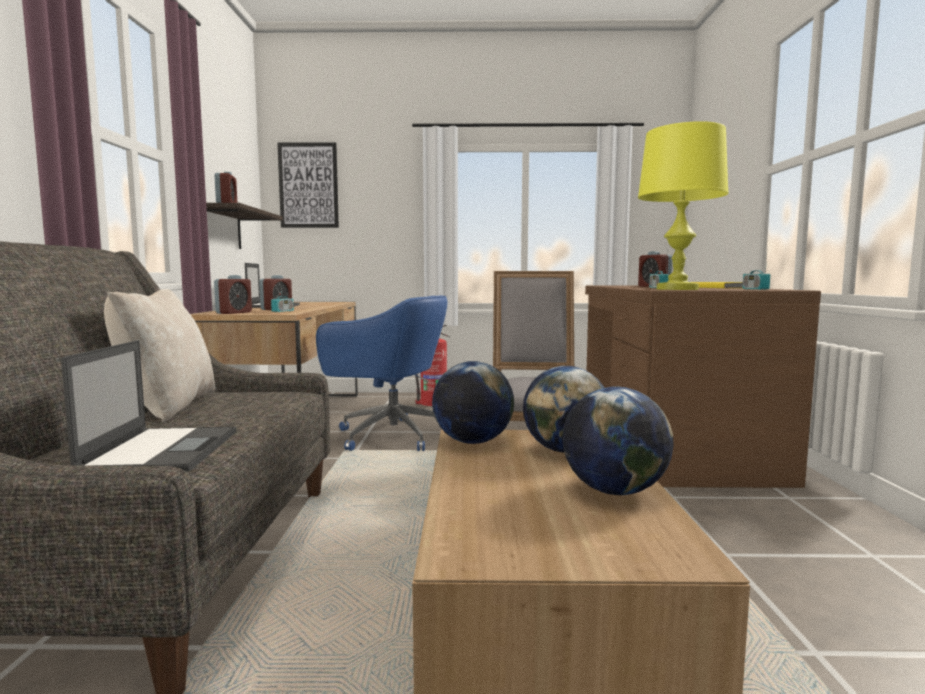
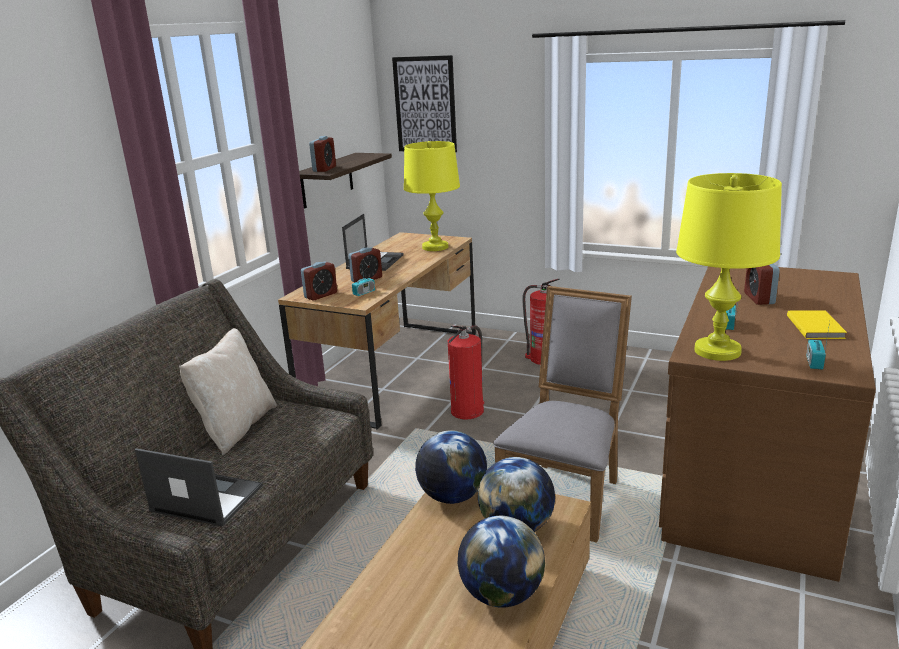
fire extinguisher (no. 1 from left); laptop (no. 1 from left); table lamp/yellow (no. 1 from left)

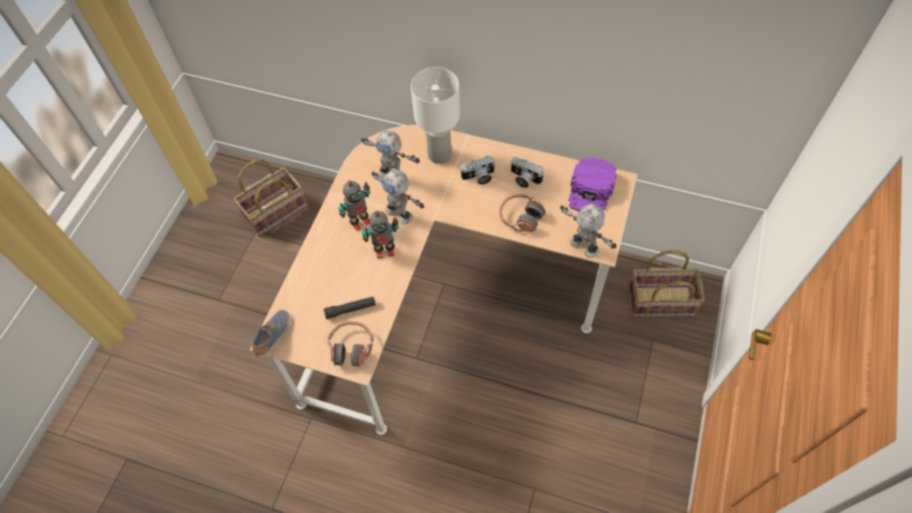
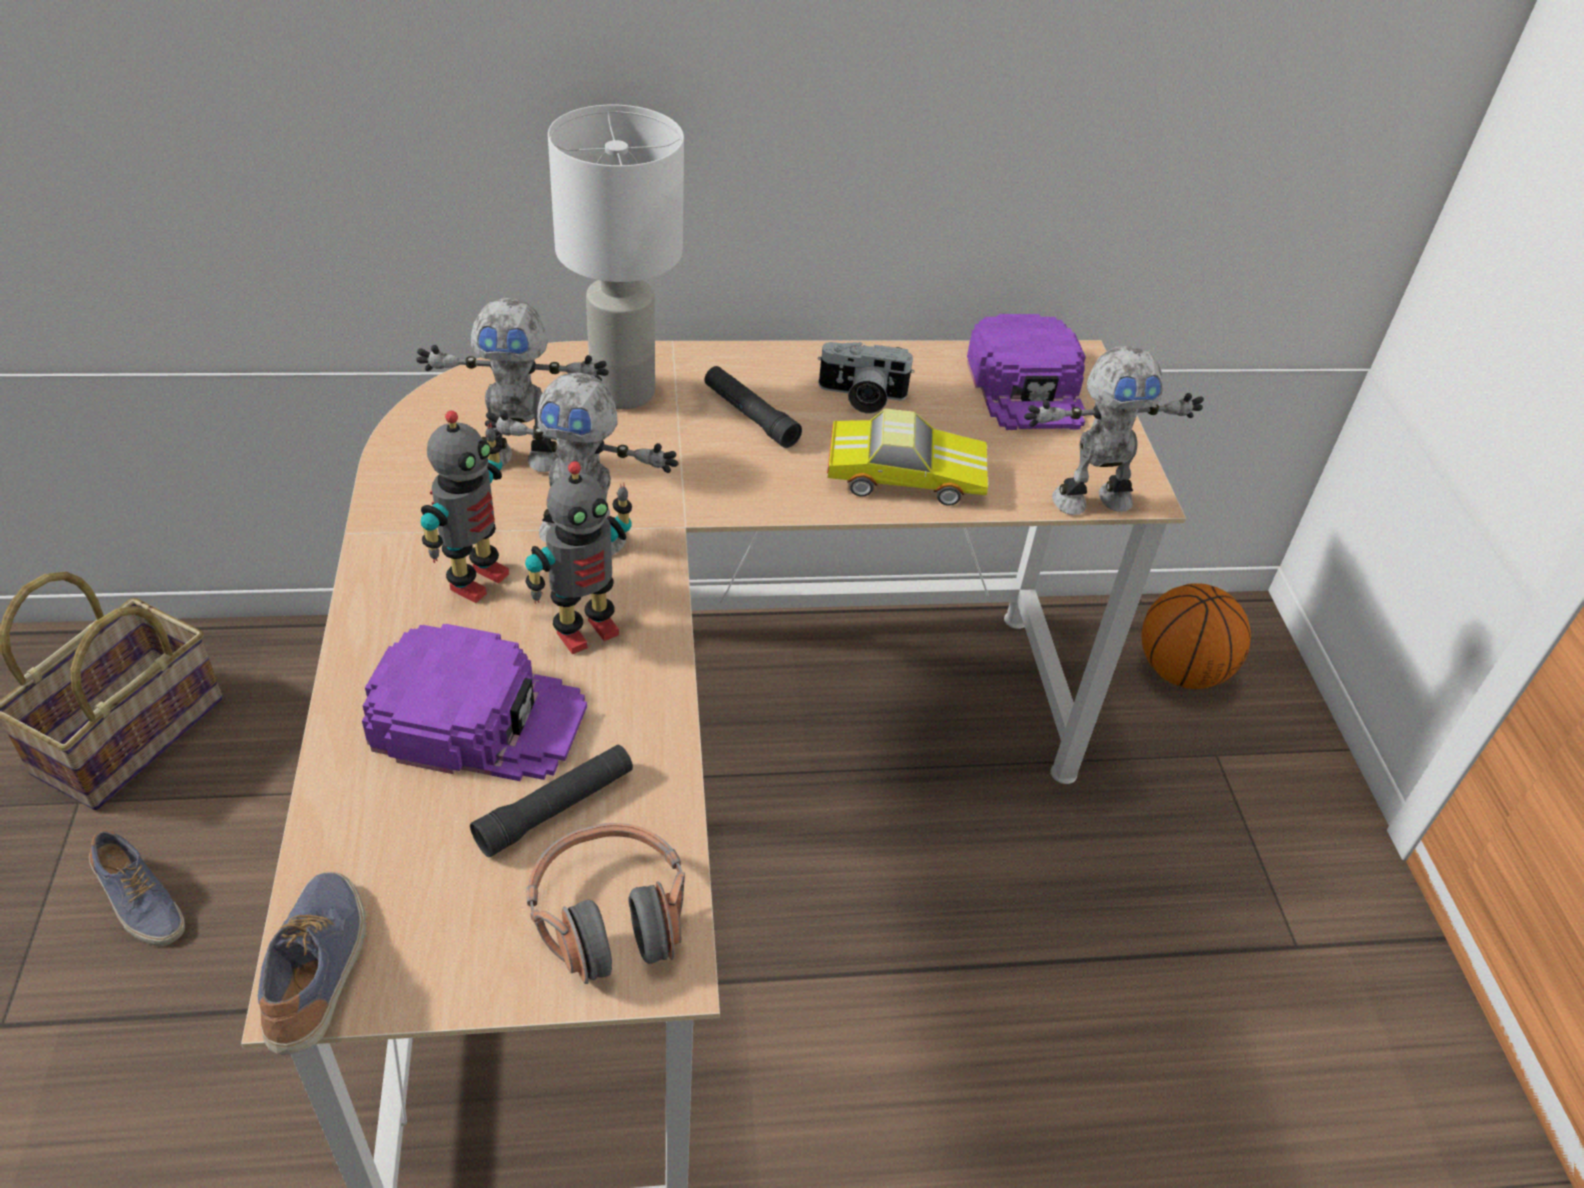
flashlight/black (no. 2 from left); toy car; toy robot (no. 5 from left); basketball; cap/purple (no. 1 from left); shoe (no. 1 from left)

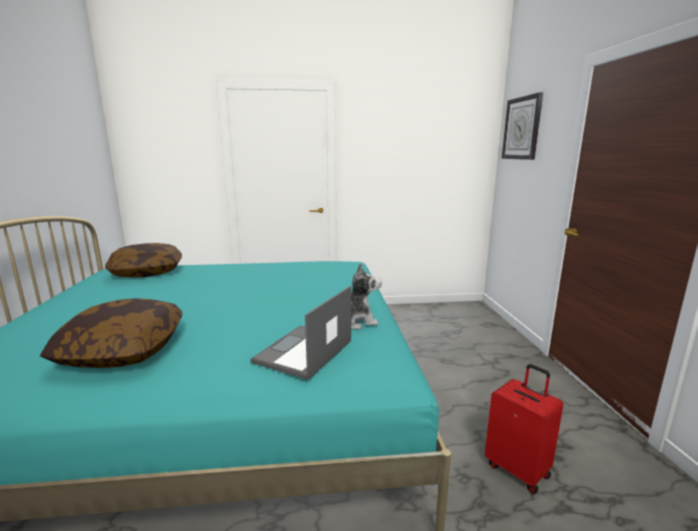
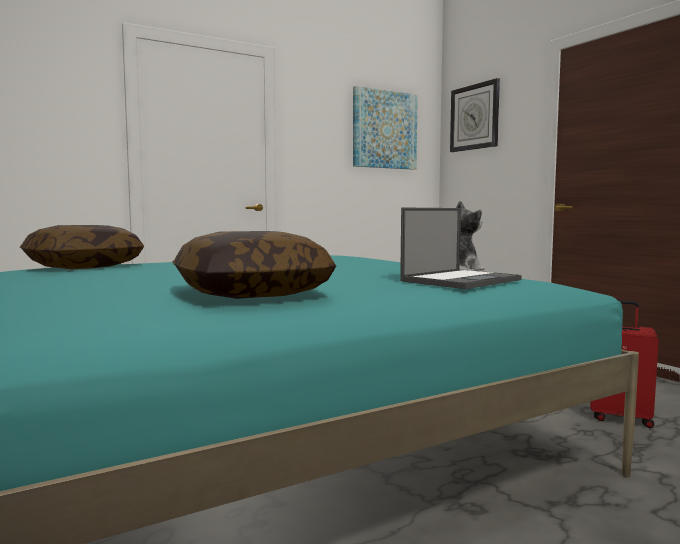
laptop; picture

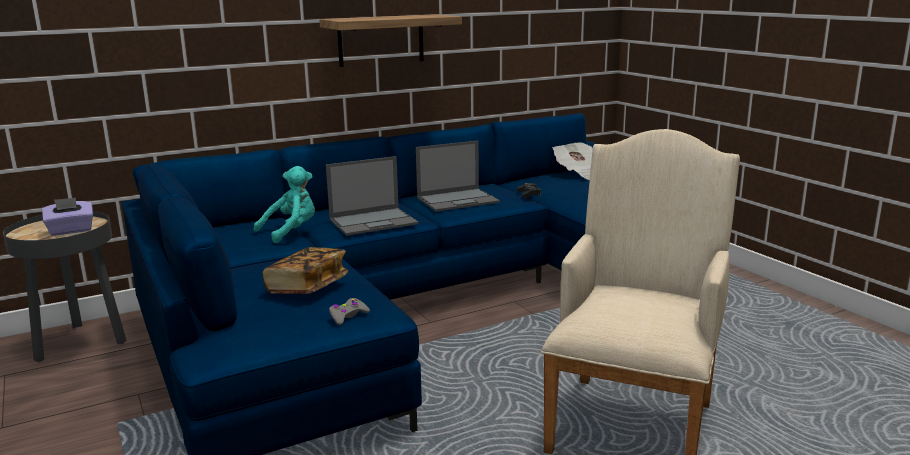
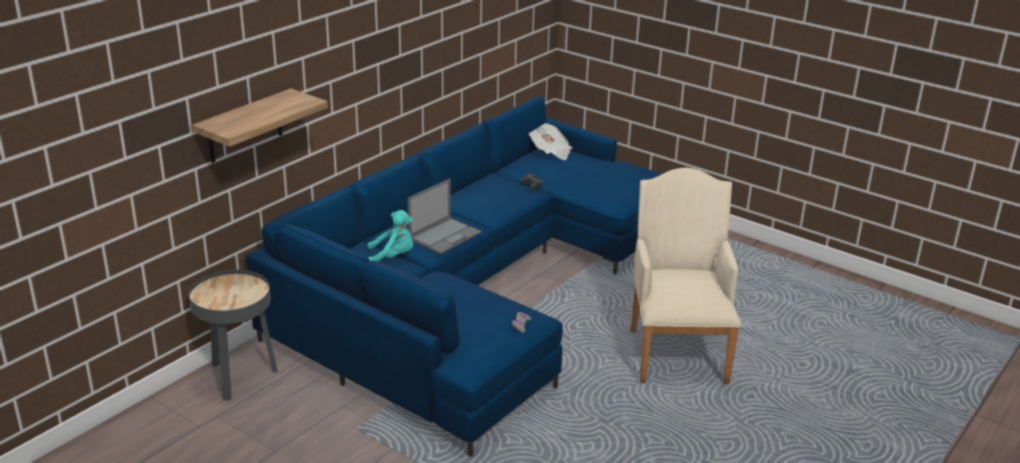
shelf; laptop (no. 2 from left in the first image); plush toy/turquoise; tissue box/purple; book

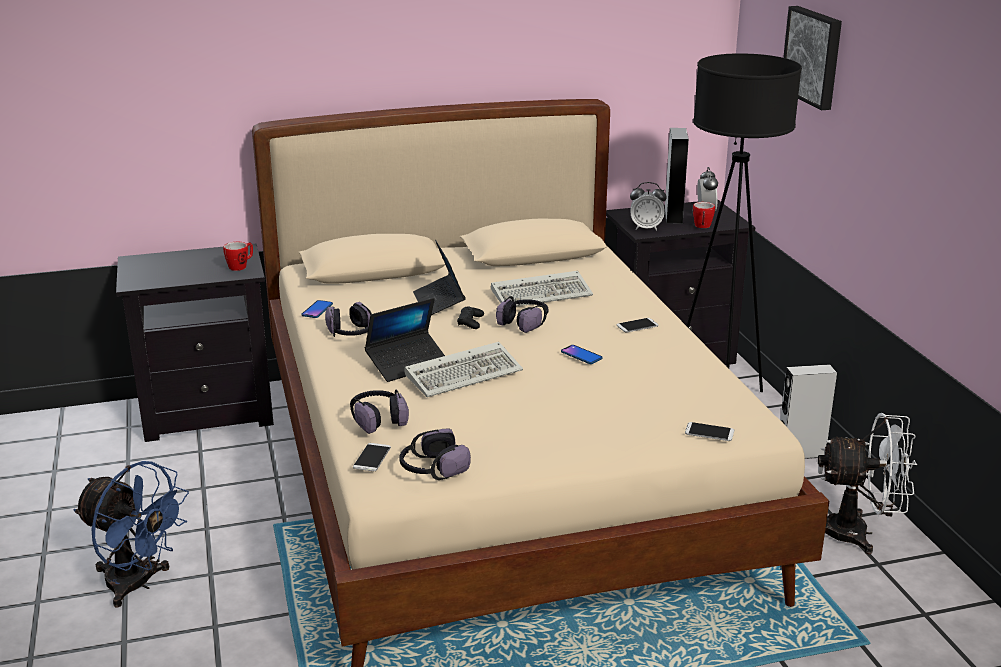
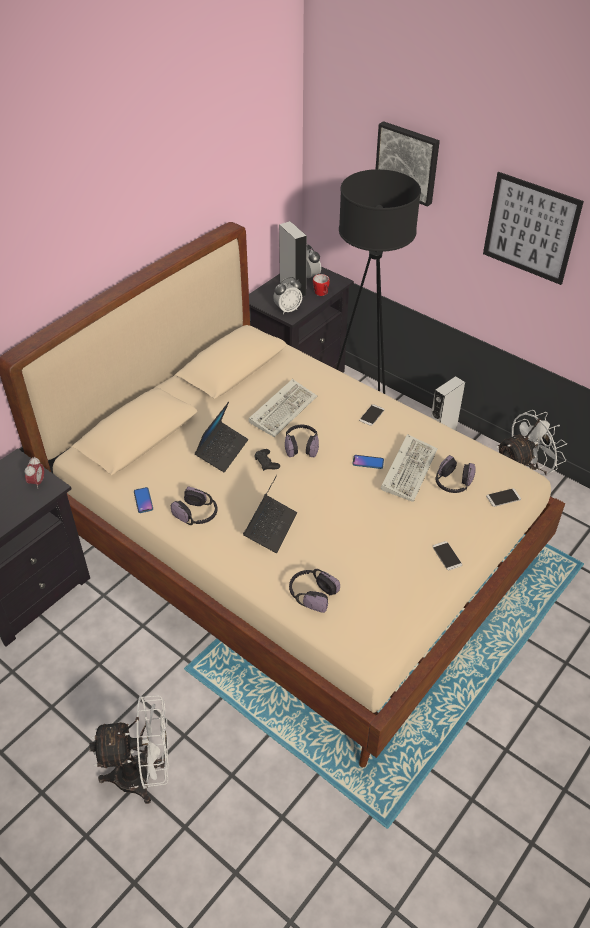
laptop (no. 1 from left); alarm clock (no. 1 from left); keyboard (no. 2 from left); headphones (no. 4 from left); phone (no. 4 from left); fan/white (no. 1 from left); picture (no. 2 from left)

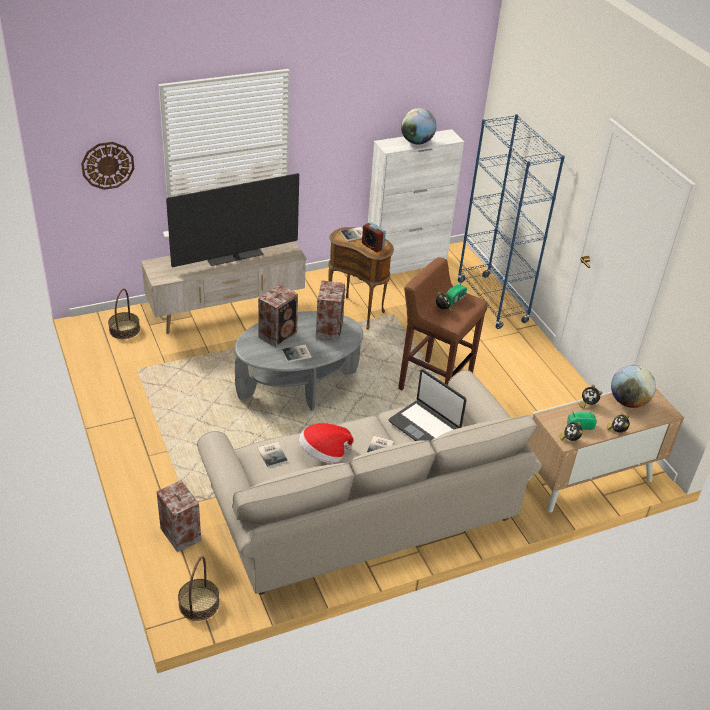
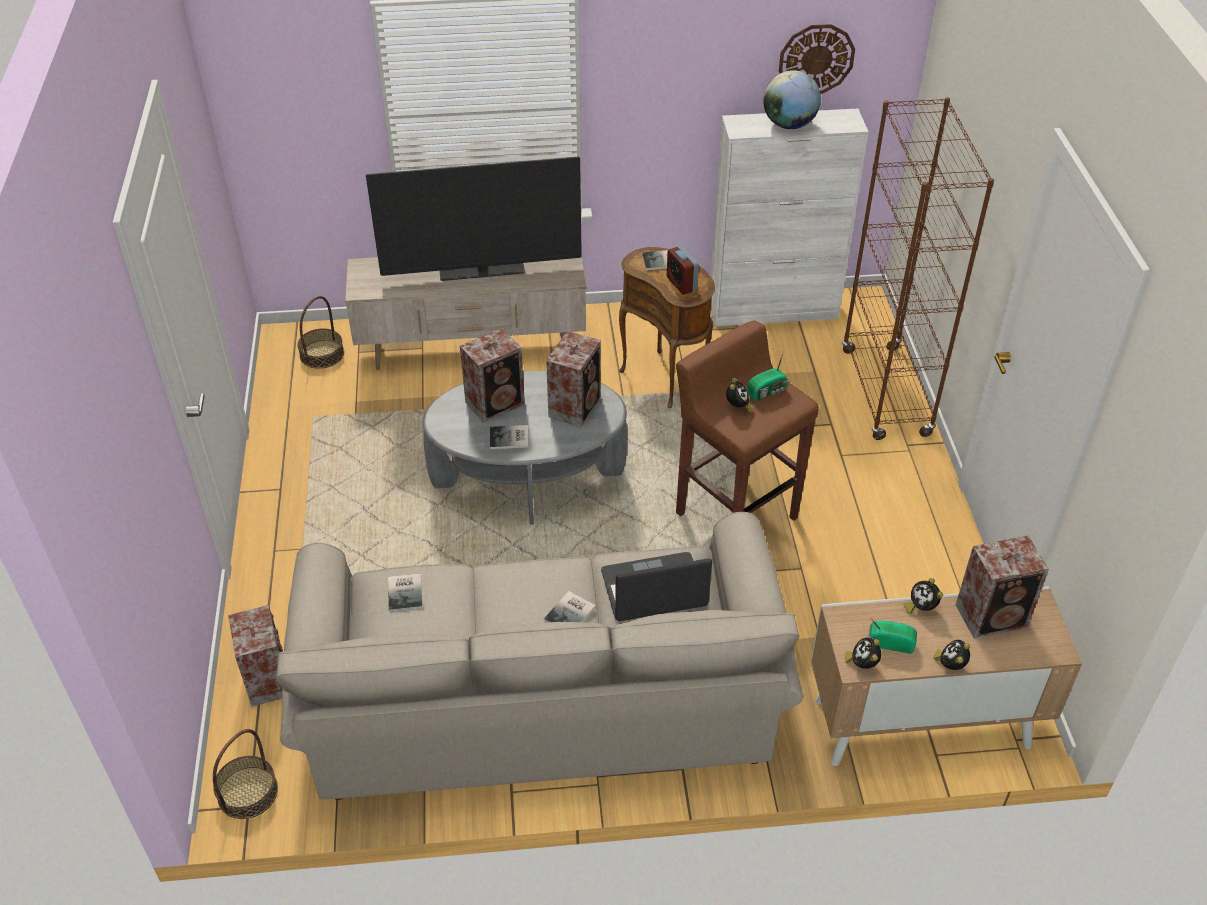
bookcase/brown; wall clock; speaker (no. 4 from left); laptop; hat

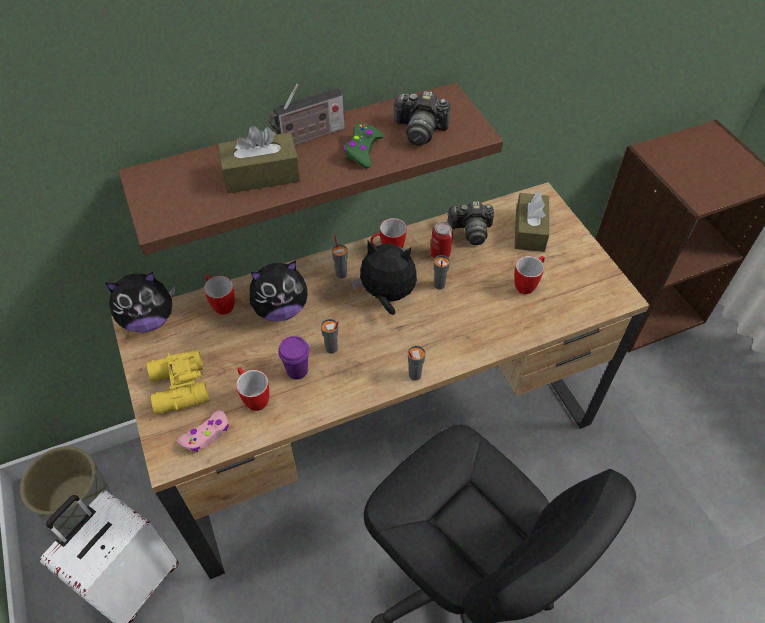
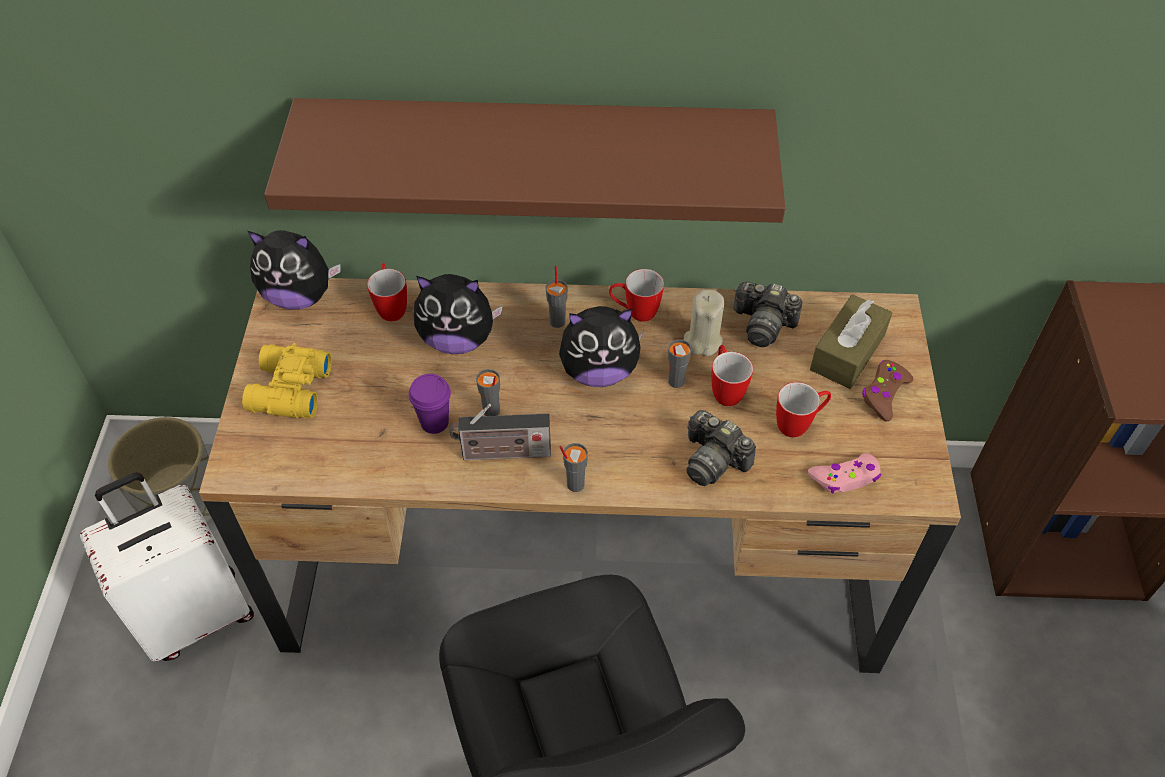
radio; photo camera (no. 1 from left); game controller/green; tissue box/brown (no. 1 from left in the first image); candle/beige; plush toy (no. 3 from left); mug (no. 3 from left); game controller/pink; game controller/brown

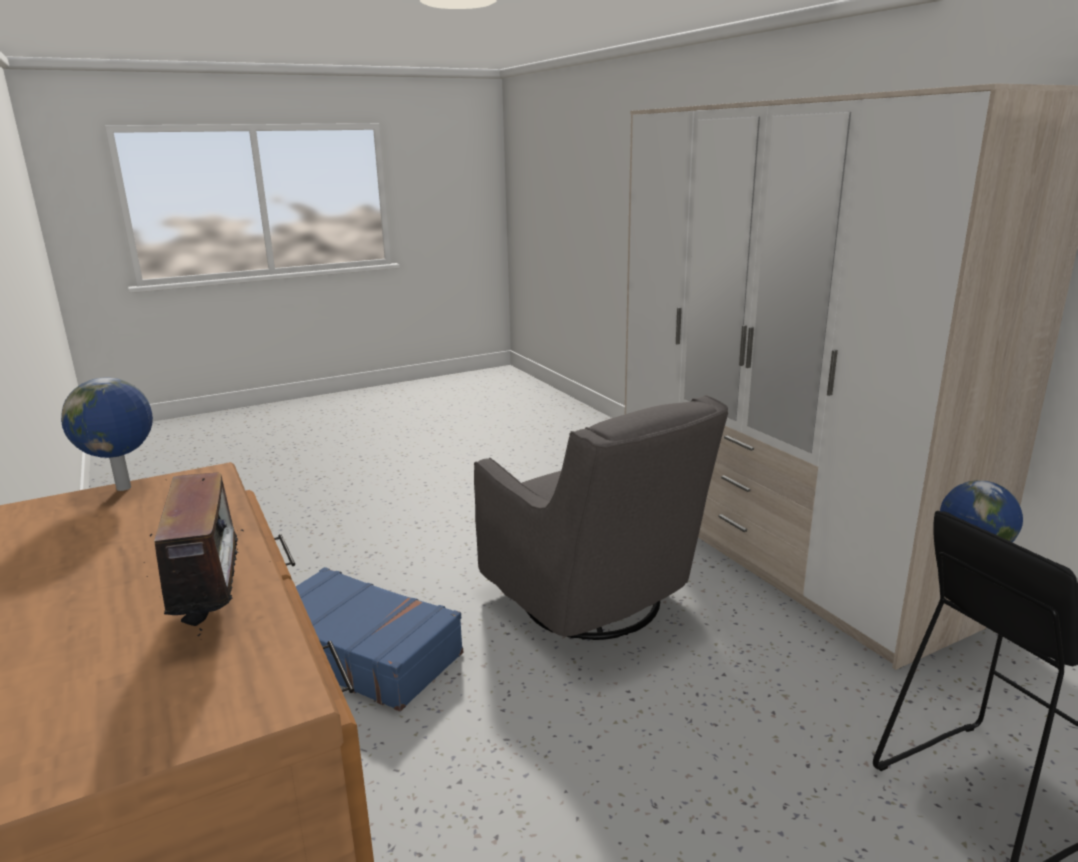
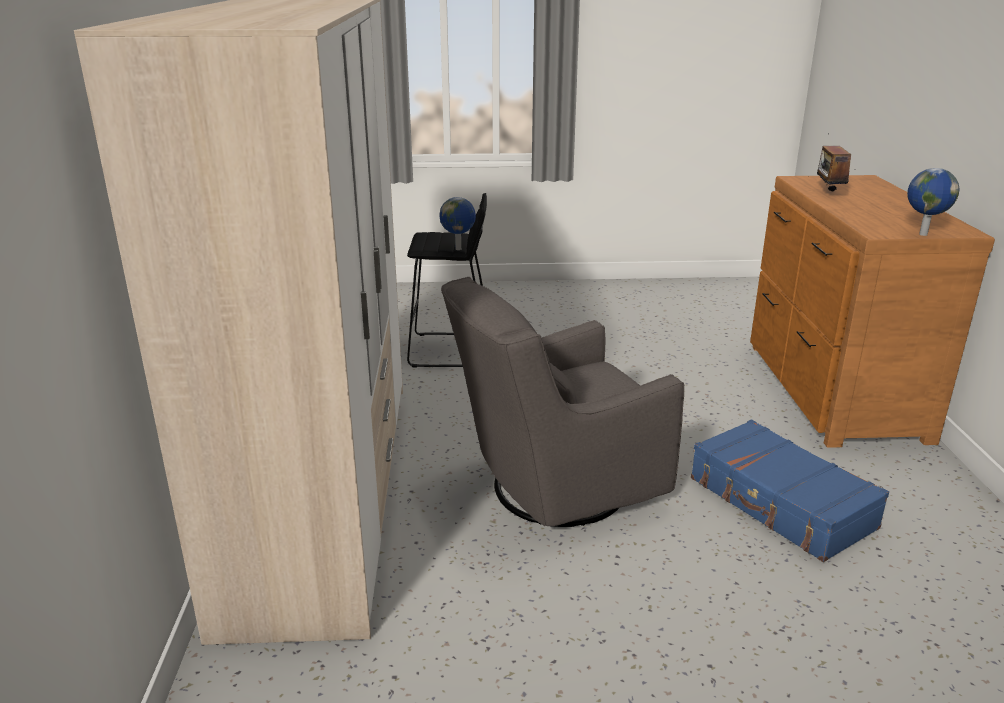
armchair/grey

